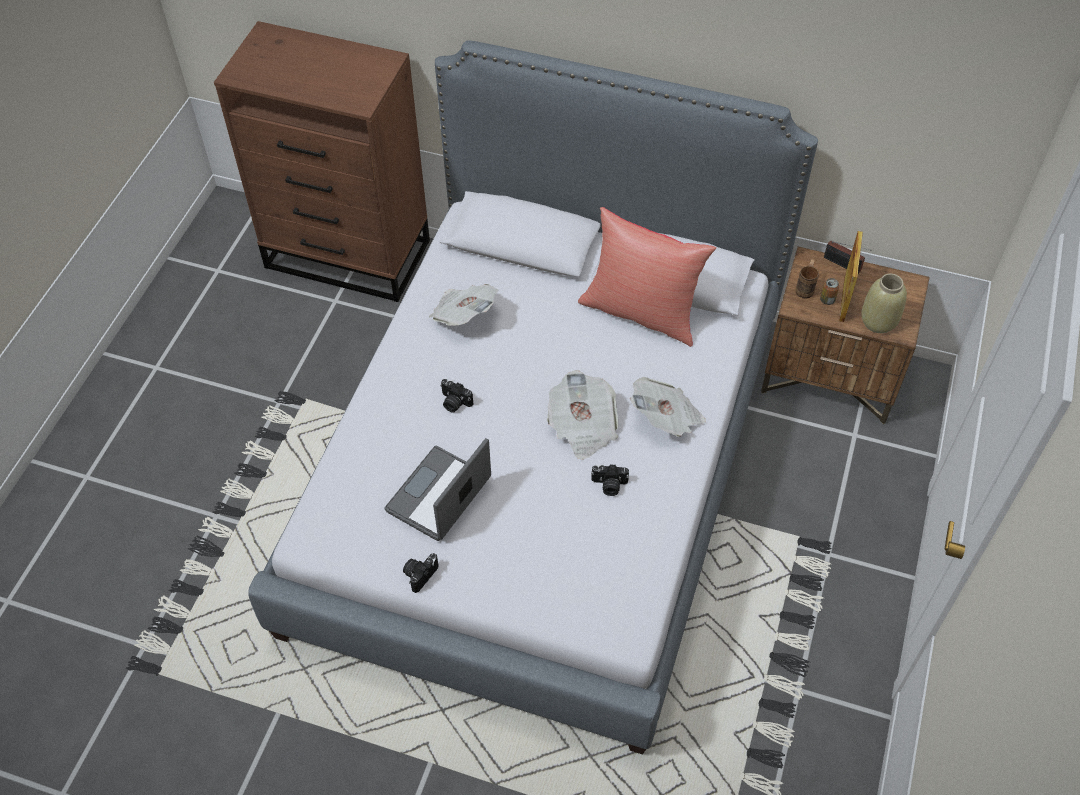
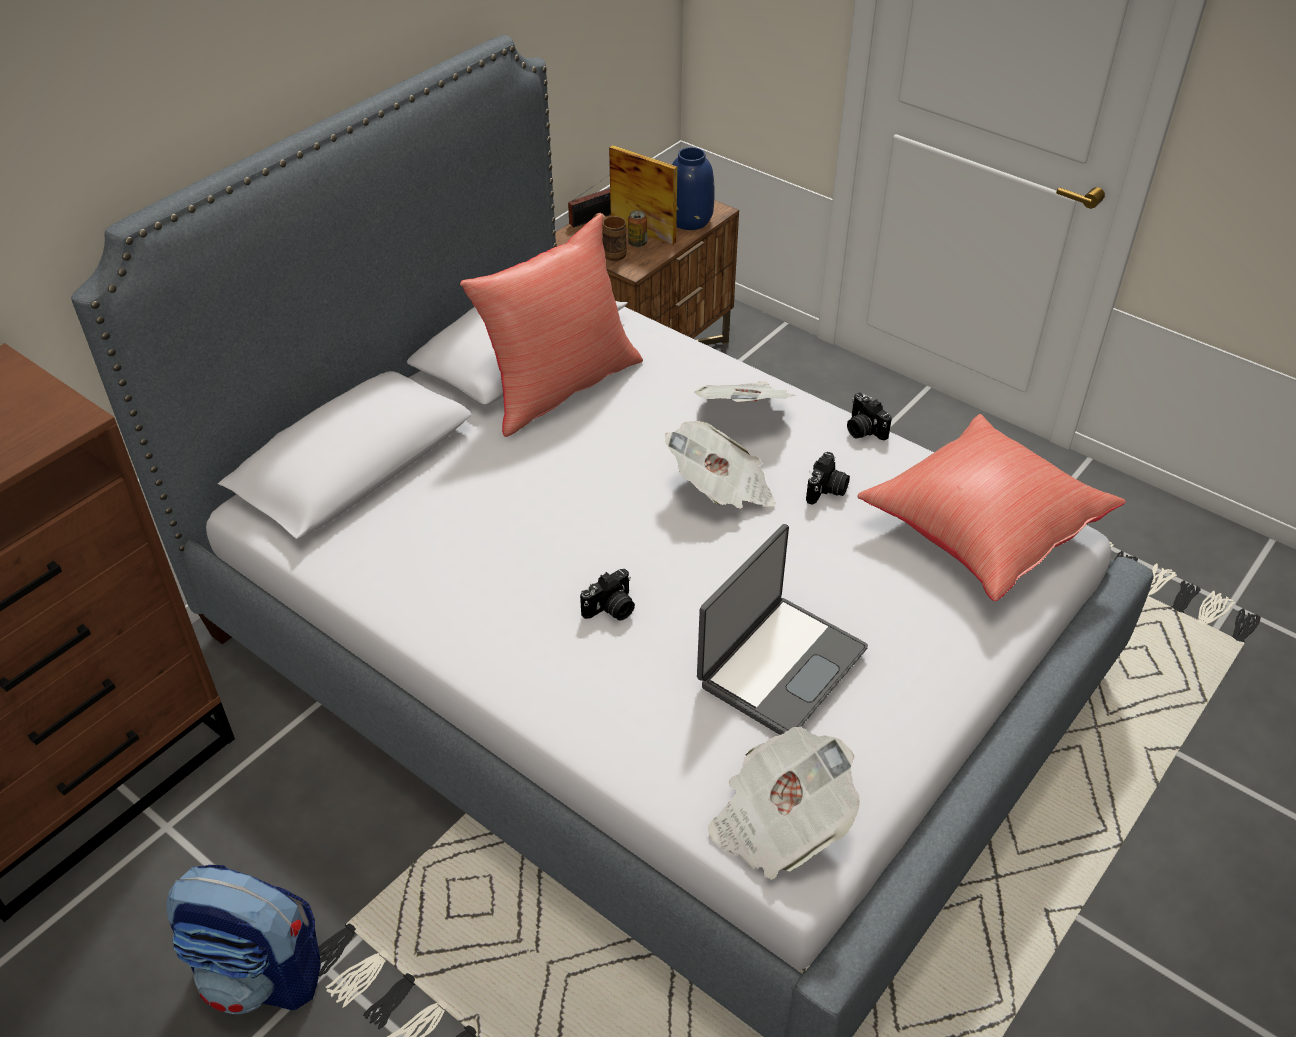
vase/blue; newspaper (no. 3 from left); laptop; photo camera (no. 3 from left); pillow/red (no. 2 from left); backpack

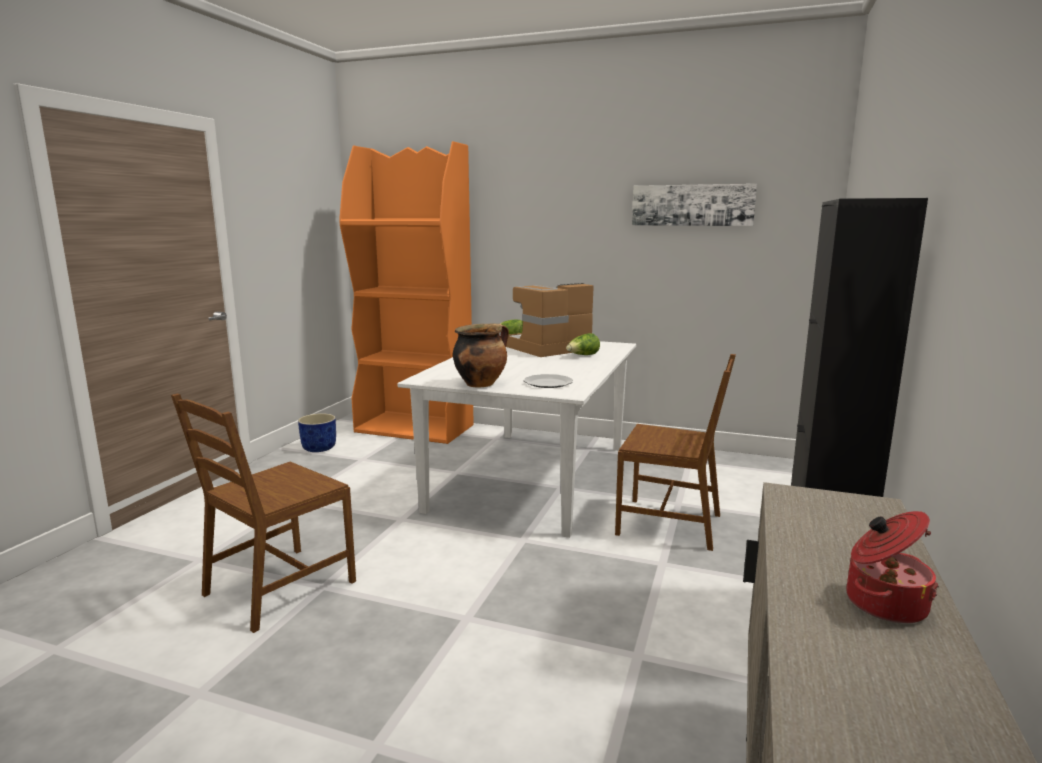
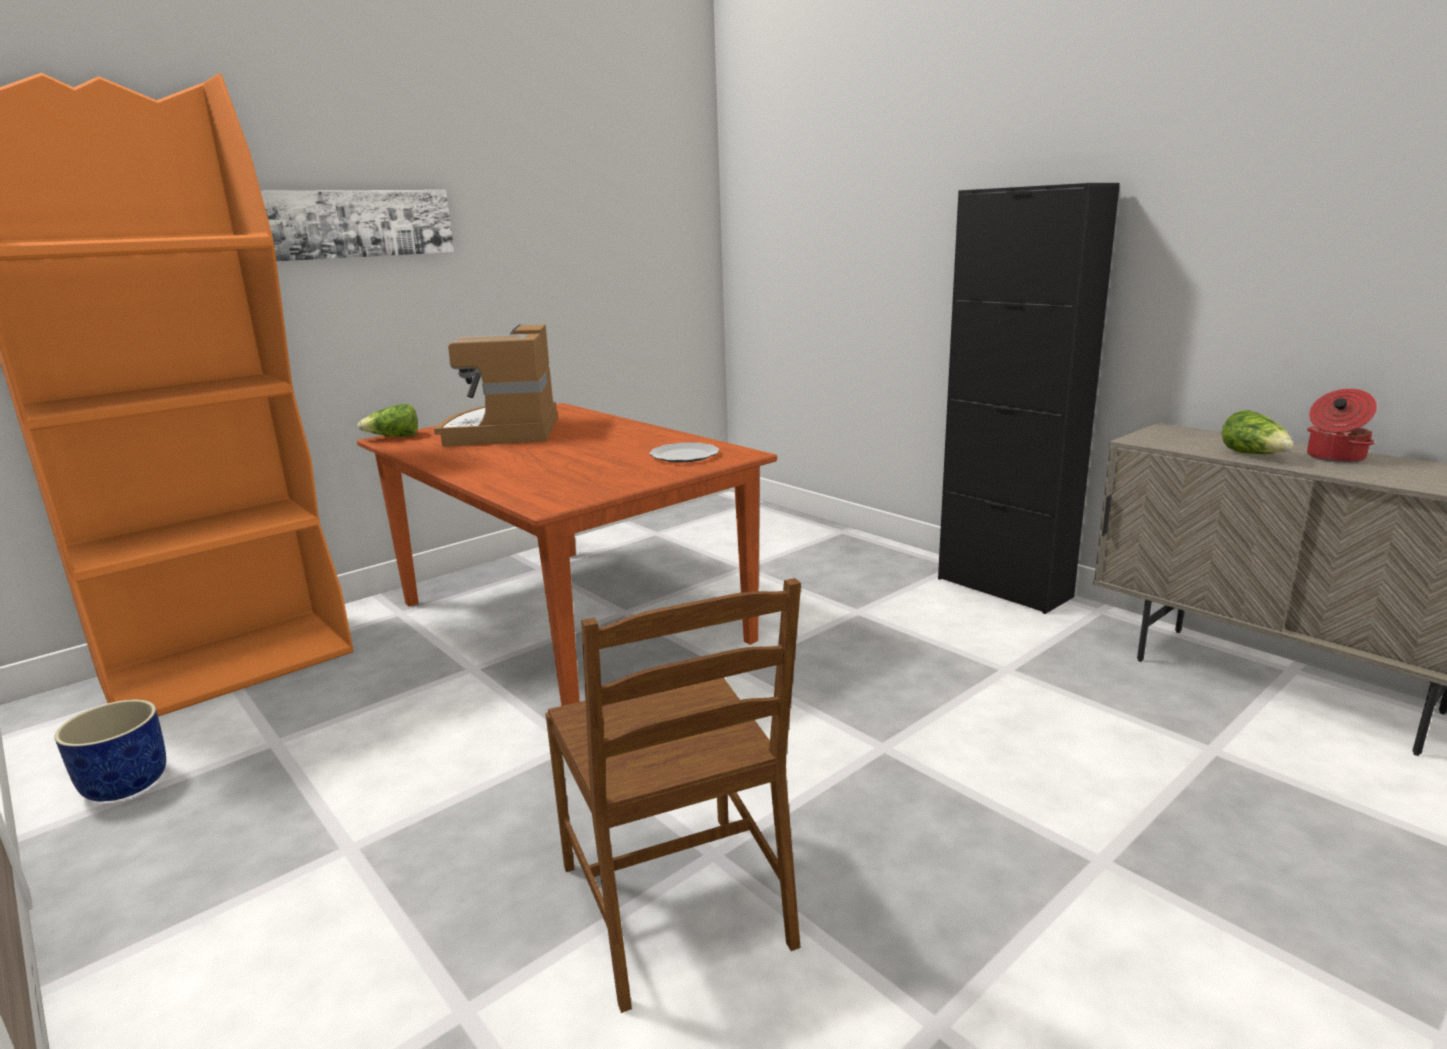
picture; cooking pot (no. 1 from left in the first image); lettuce (no. 2 from left); dining table/brown; chair/brown (no. 2 from left in the first image)

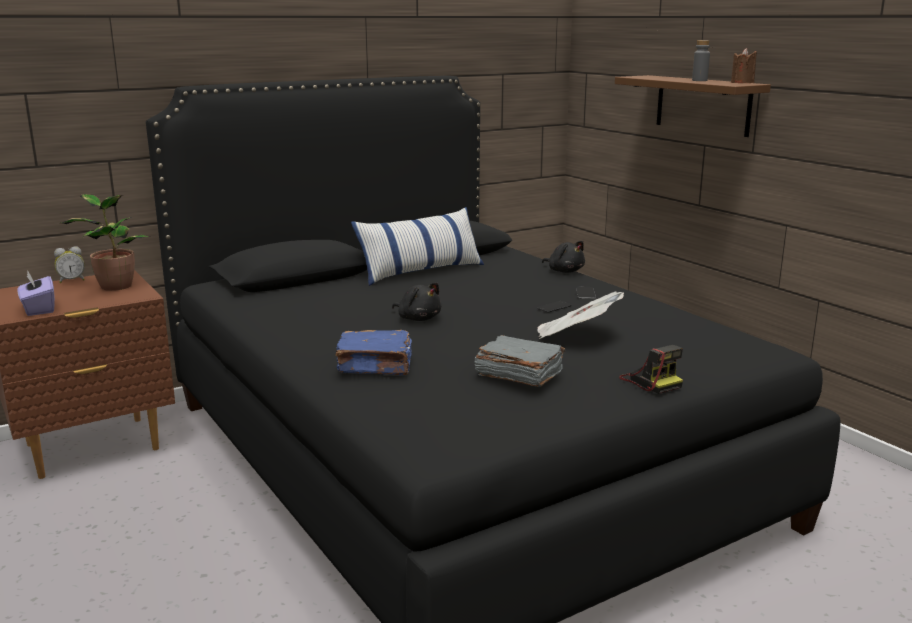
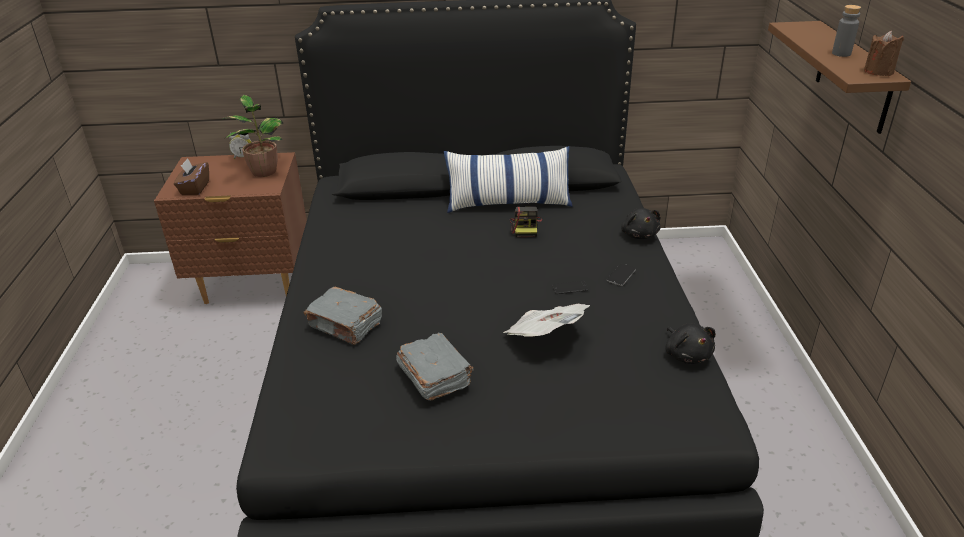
tissue box/brown; plush toy/black (no. 2 from left); book/grey (no. 1 from left); photo camera

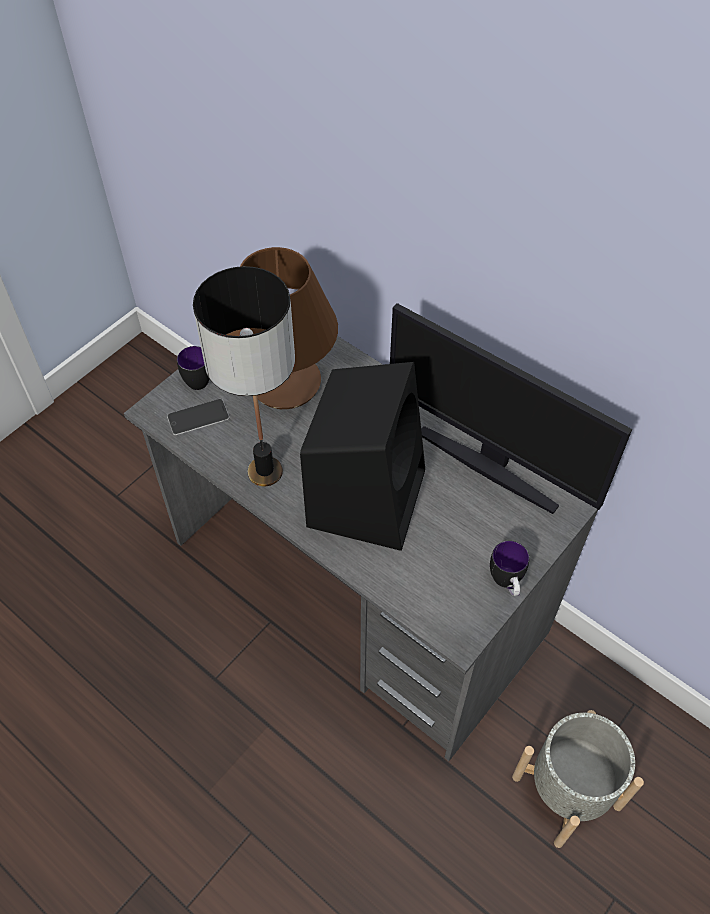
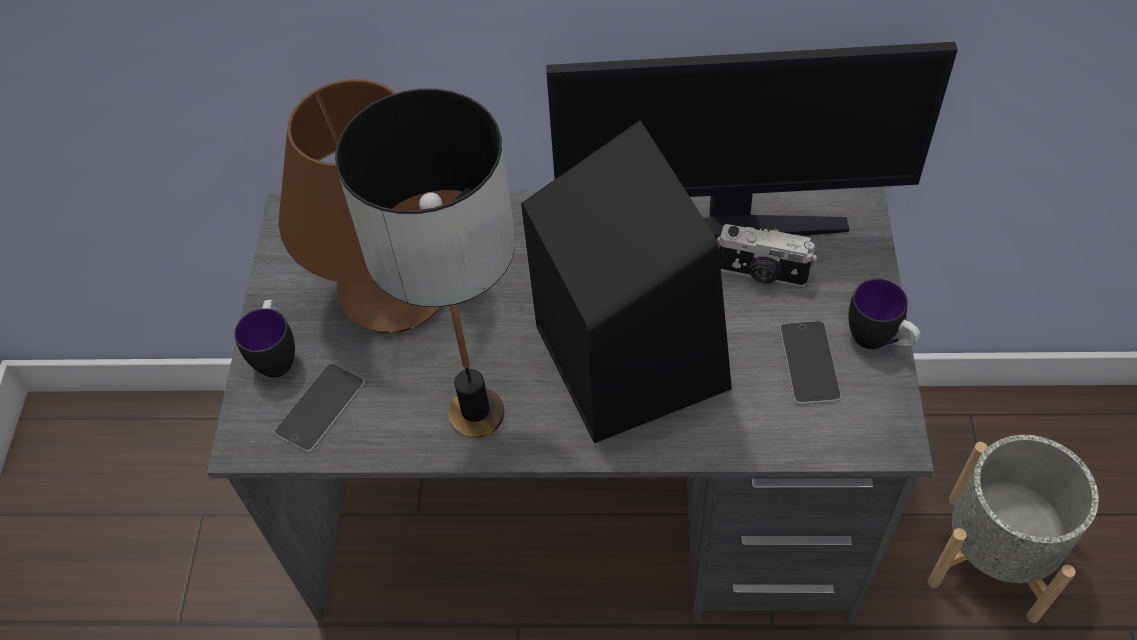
photo camera; phone (no. 2 from left)

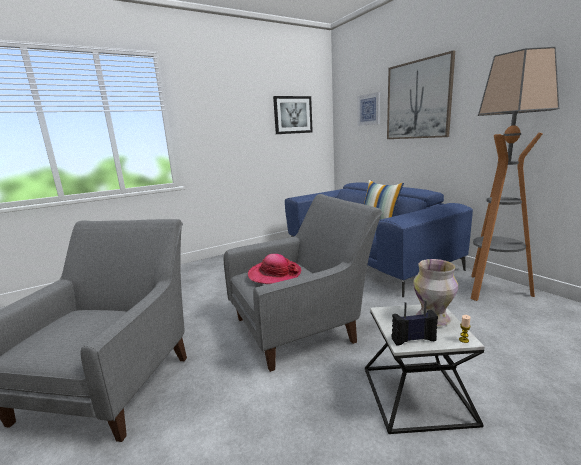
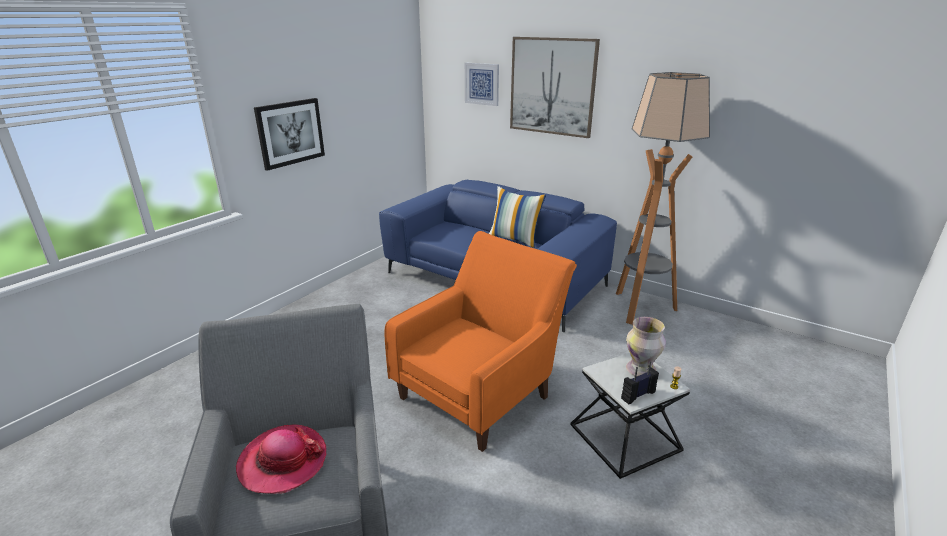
picture (no. 1 from left); armchair/orange; hat

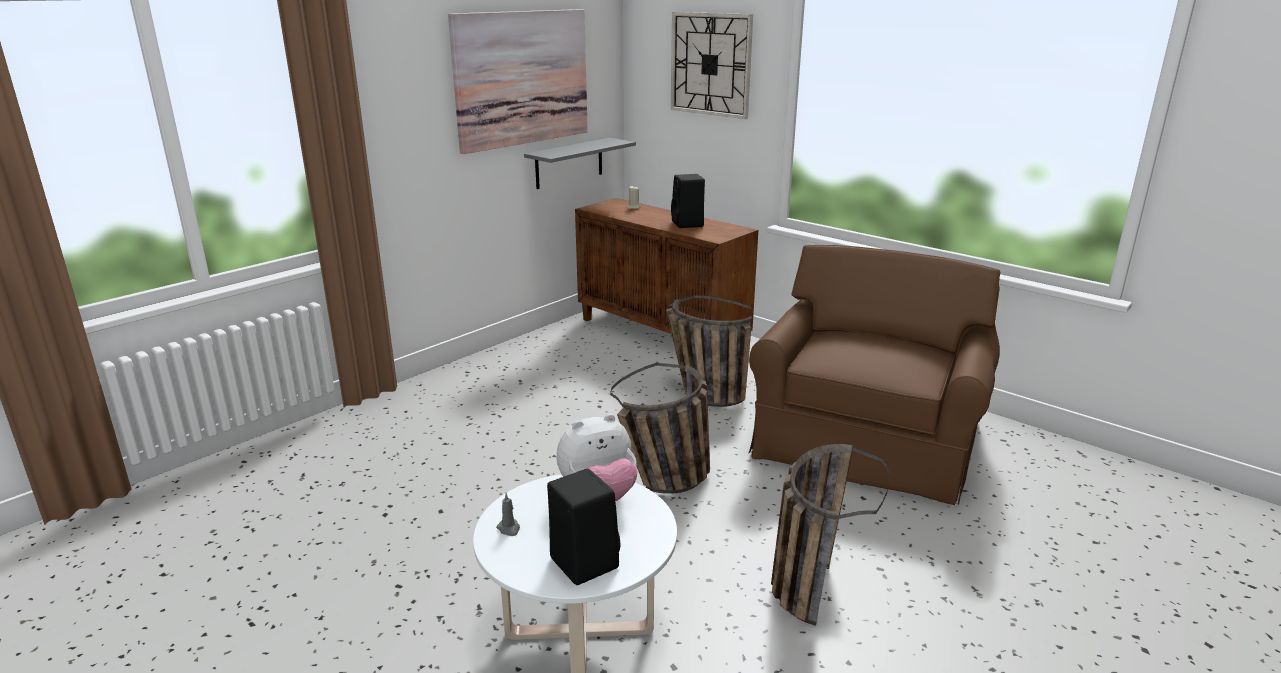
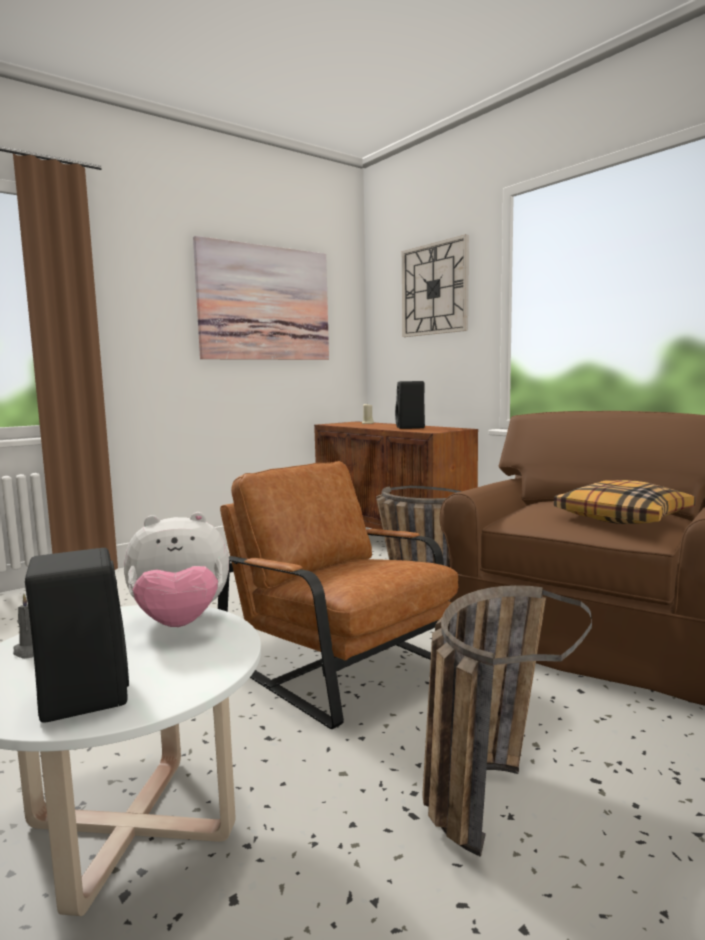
shelf/grey; armchair/brown (no. 1 from left); pillow

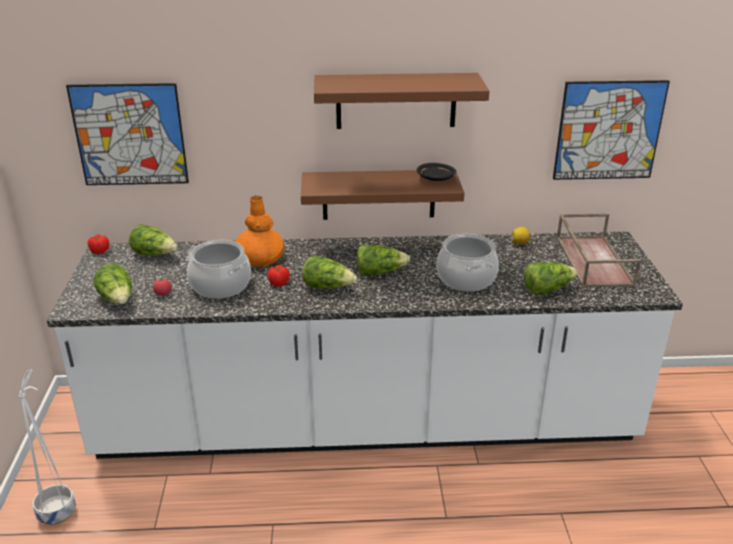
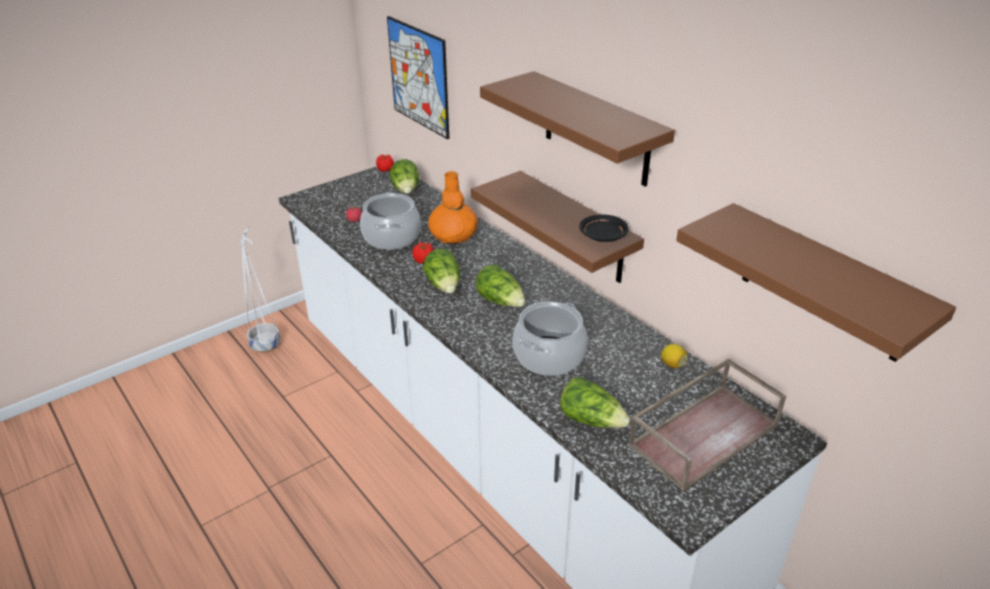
shelf/brown (no. 3 from left); lettuce (no. 1 from left in the first image)

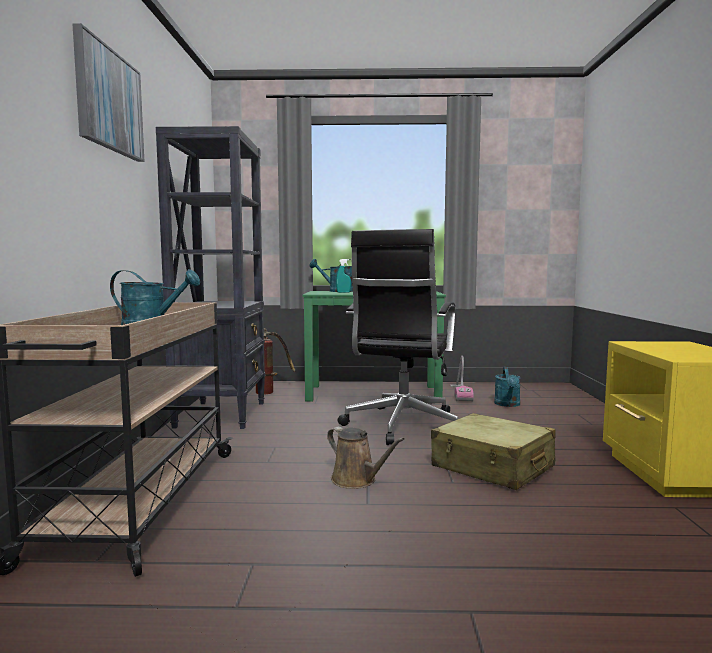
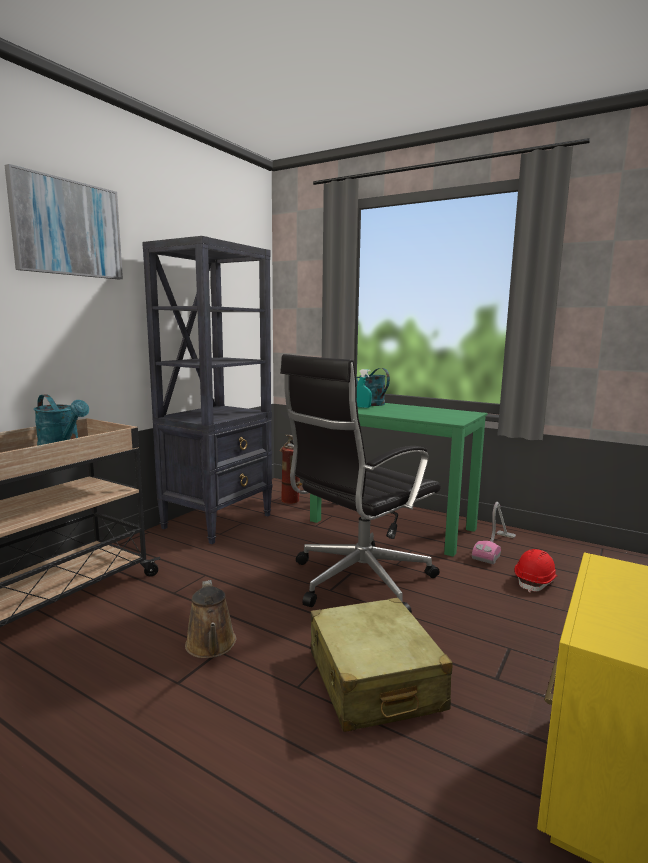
hard hat/red

